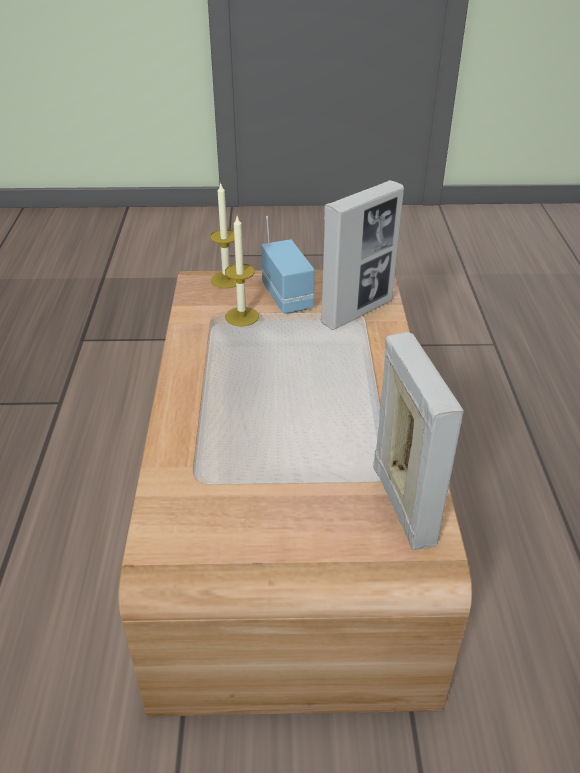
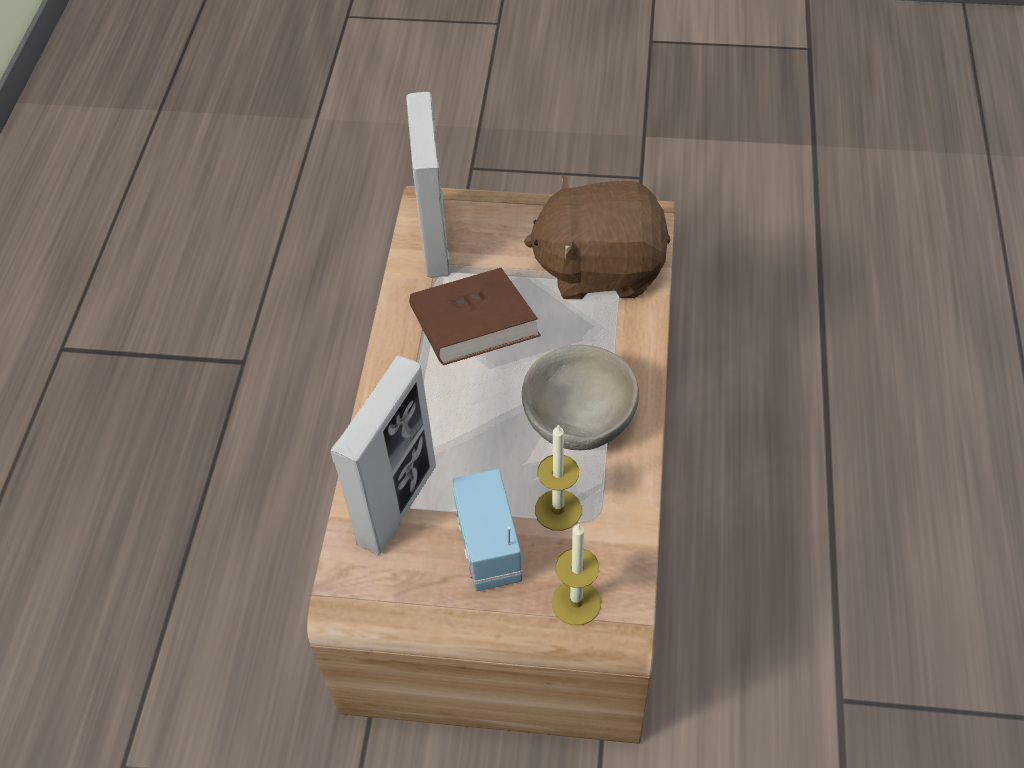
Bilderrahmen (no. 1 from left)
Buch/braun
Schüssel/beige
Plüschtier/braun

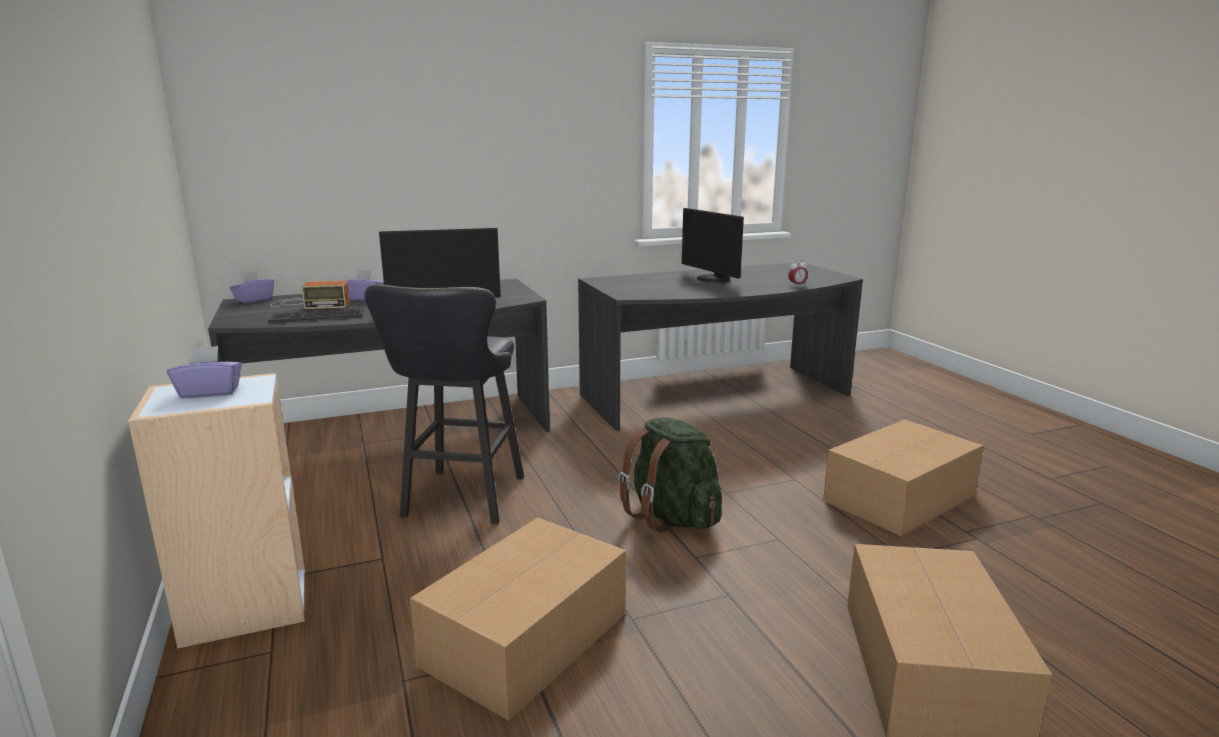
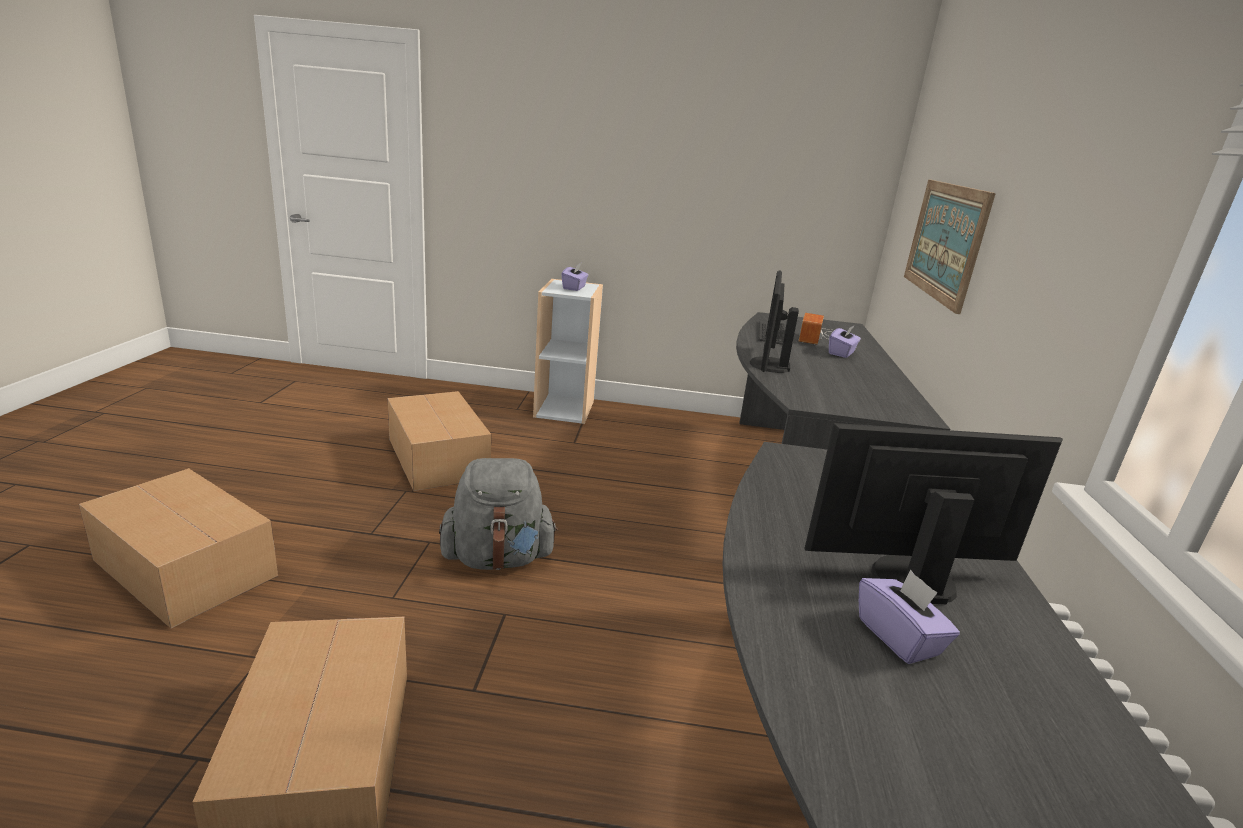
Rucksack/grau
Taschentuchbox/lila (no. 3 from left)
Bild
Hocker/schwarz
Wecker

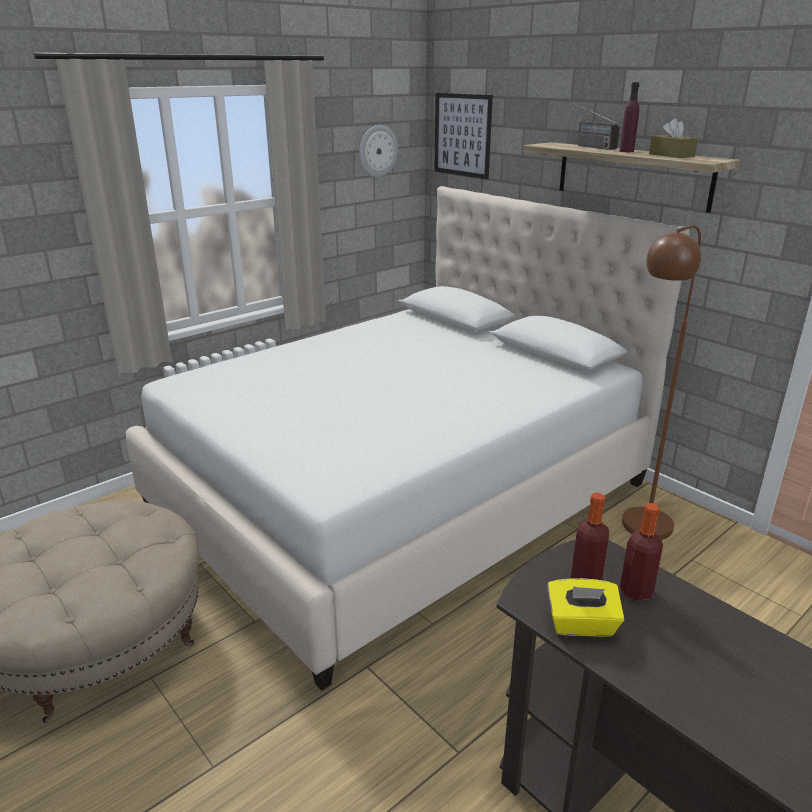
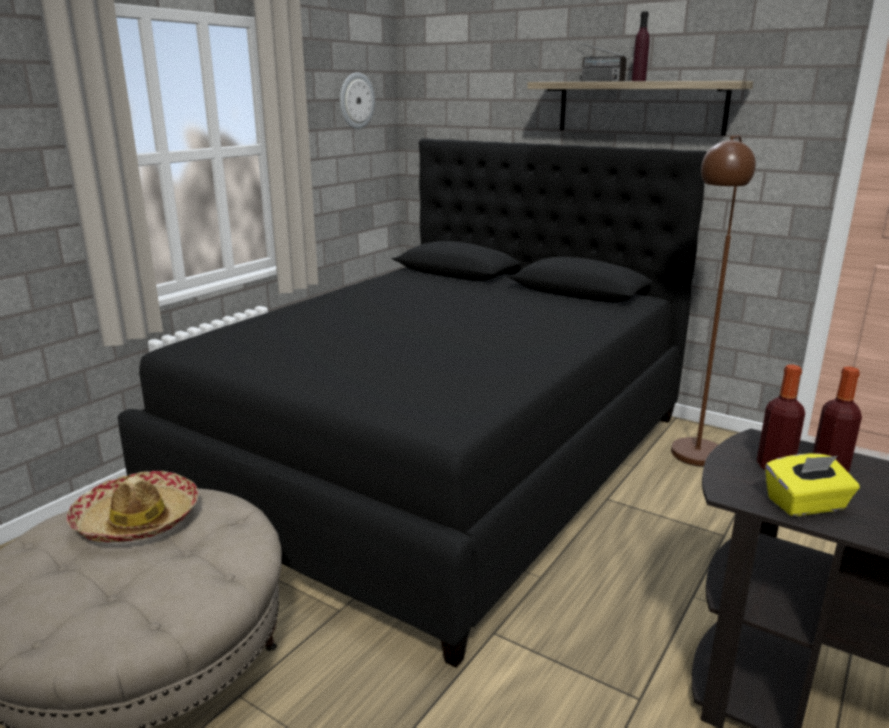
Hut
Bett/schwarz
Bild
Taschentuchbox/braun

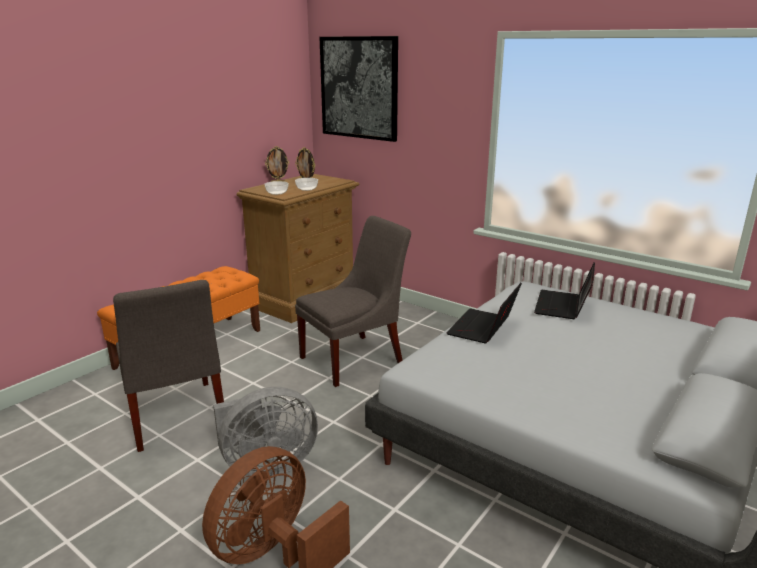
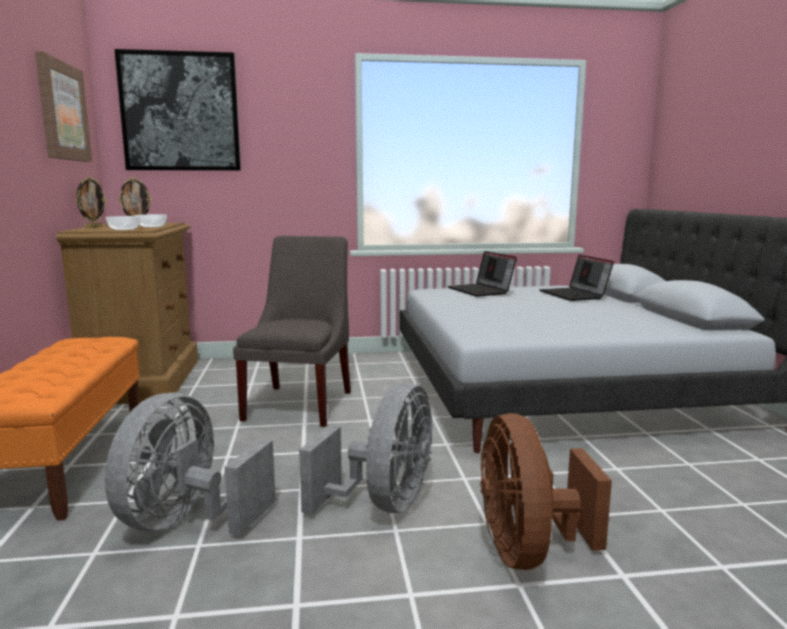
Bild (no. 1 from left)
Ventilator/grau (no. 1 from left)
Laptop (no. 2 from left)

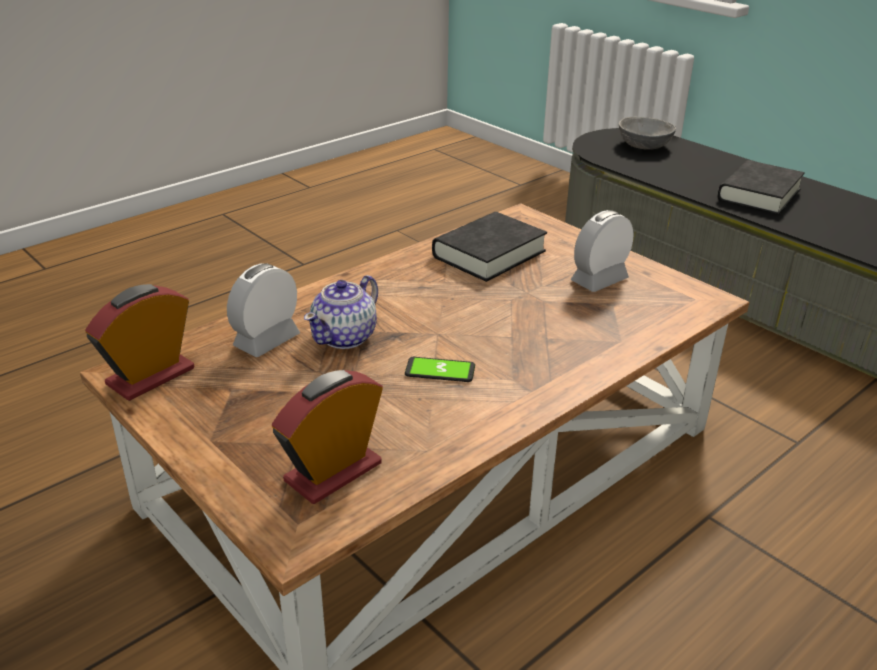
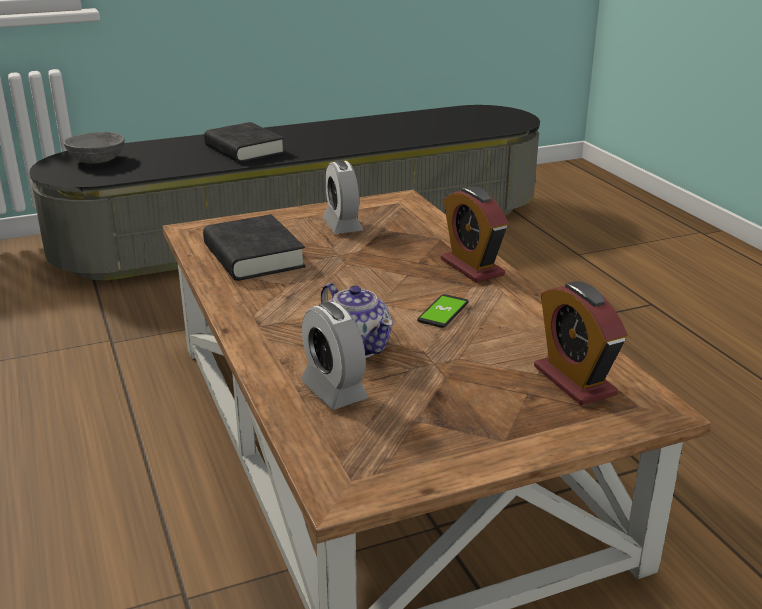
Wecker (no. 3 from left)

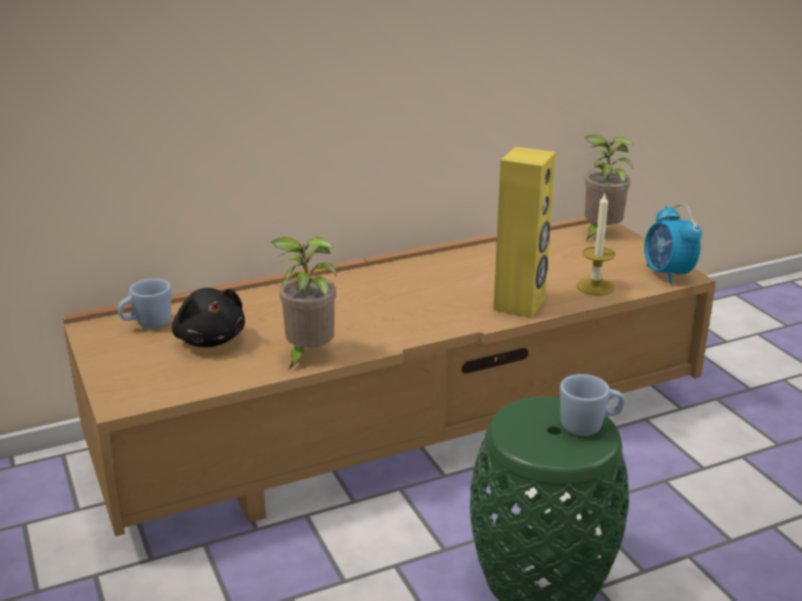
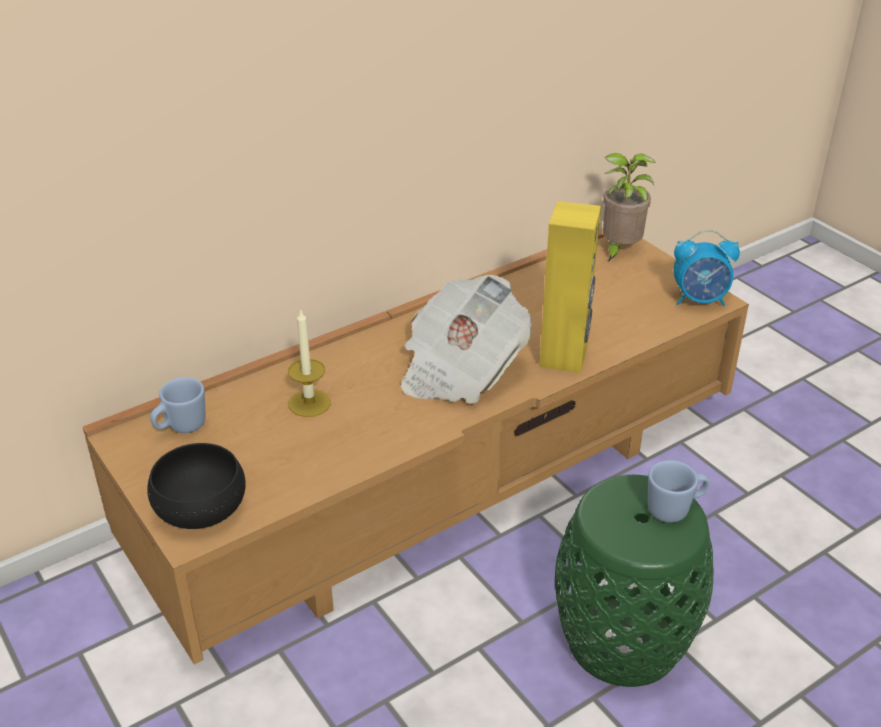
Schüssel/schwarz
Kerze
Zeitung
Wecker
Plüschtier/schwarz
Topfpflanze (no. 1 from left in the first image)

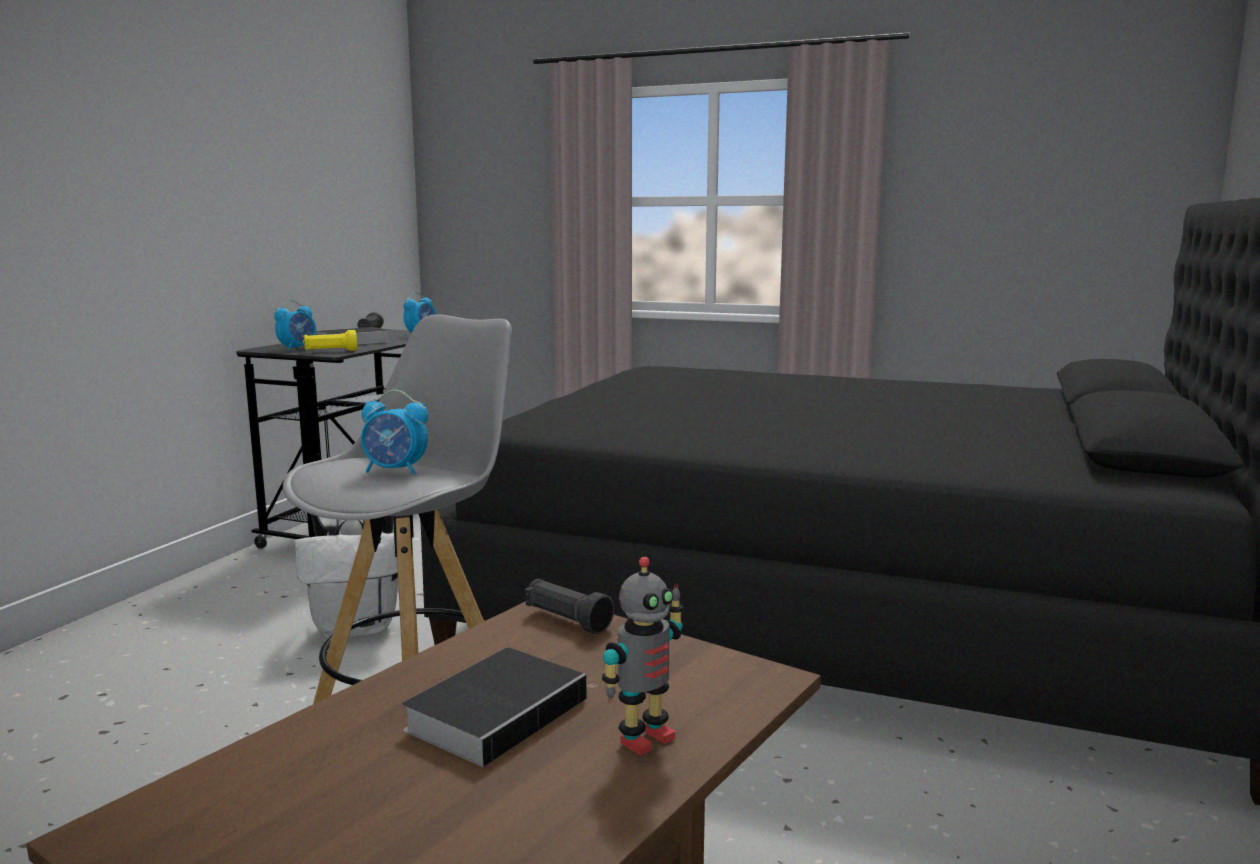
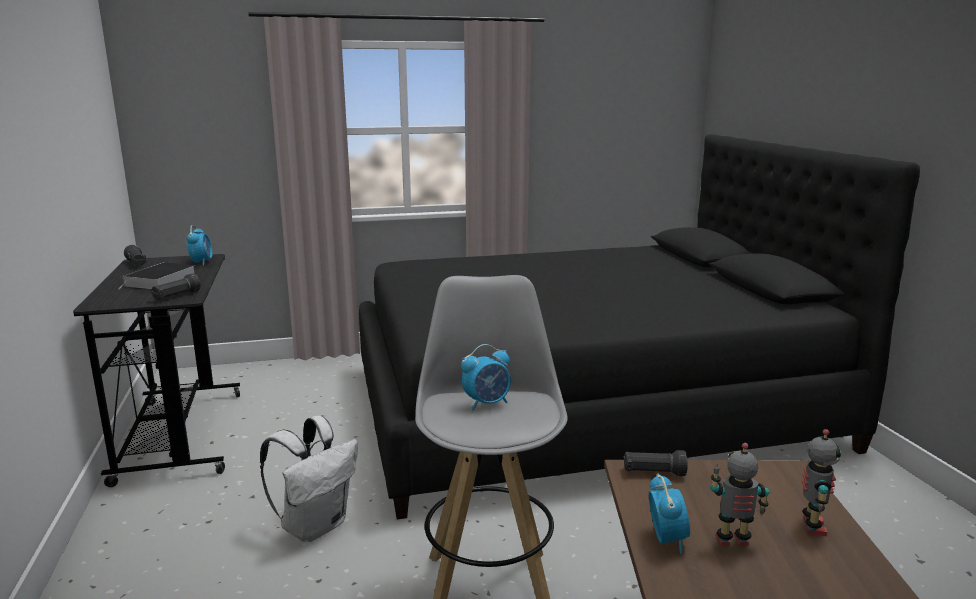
Taschenlampe/schwarz (no. 2 from left)
Wecker (no. 3 from left)
Spielzeugroboter (no. 1 from left)

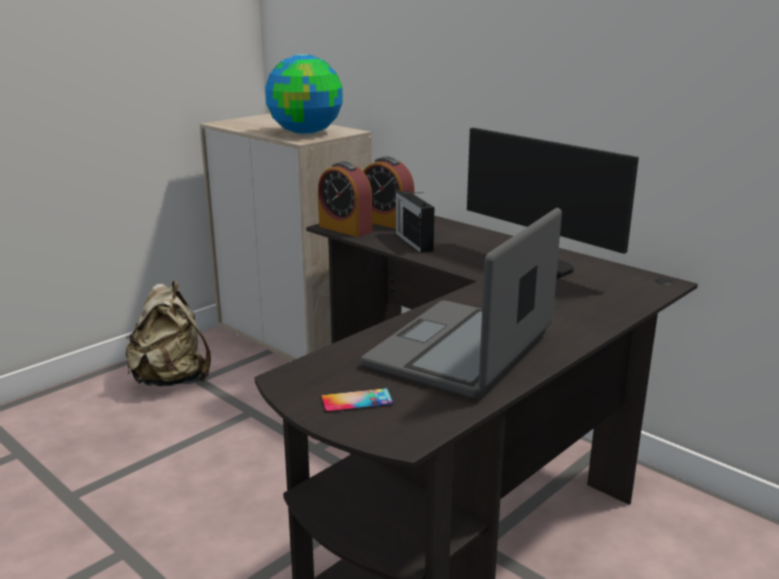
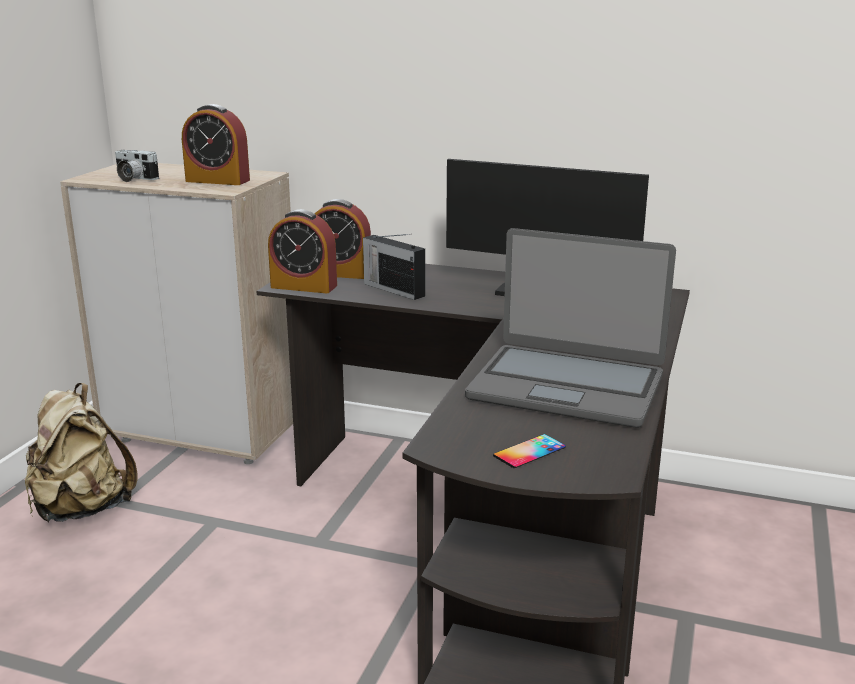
Kamera
Wecker (no. 1 from left)
Laptop

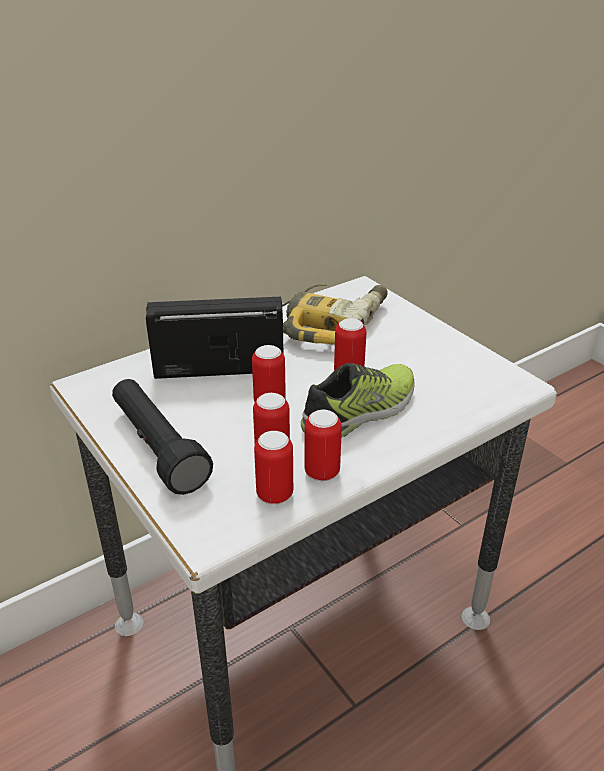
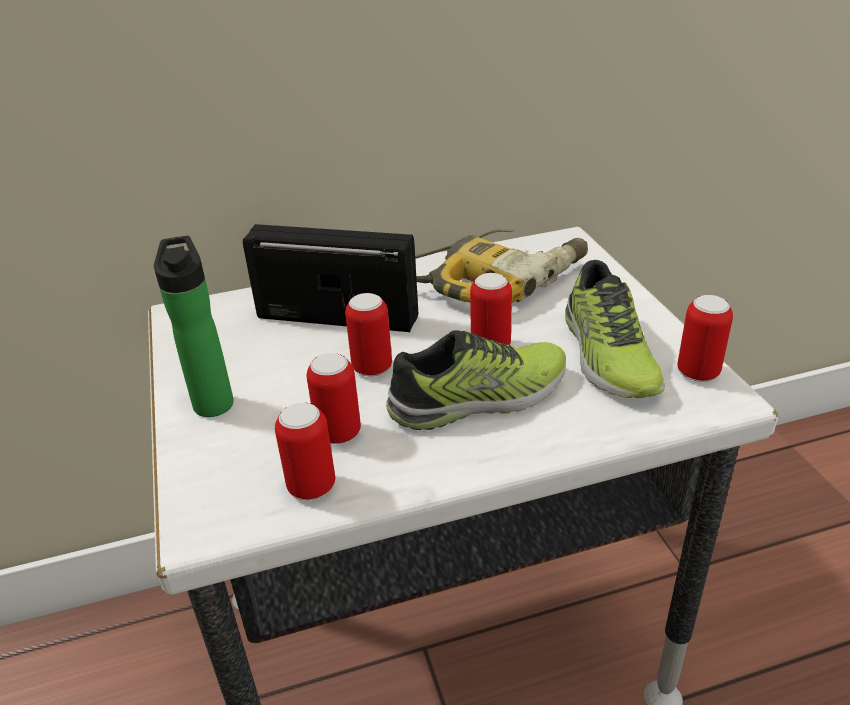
Flasche
Schuh (no. 2 from left)
Dose (no. 5 from left)

